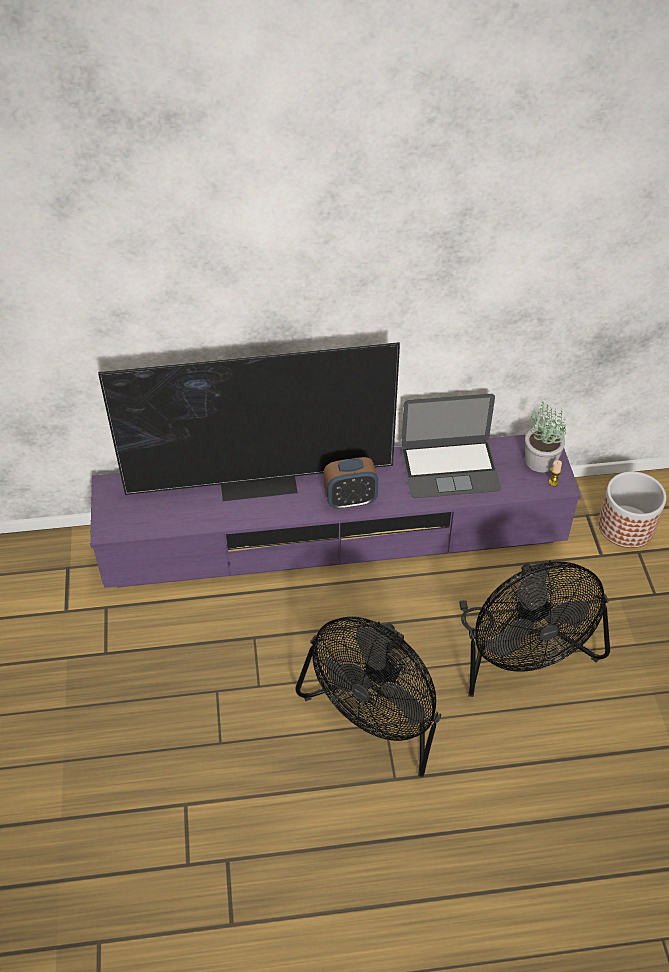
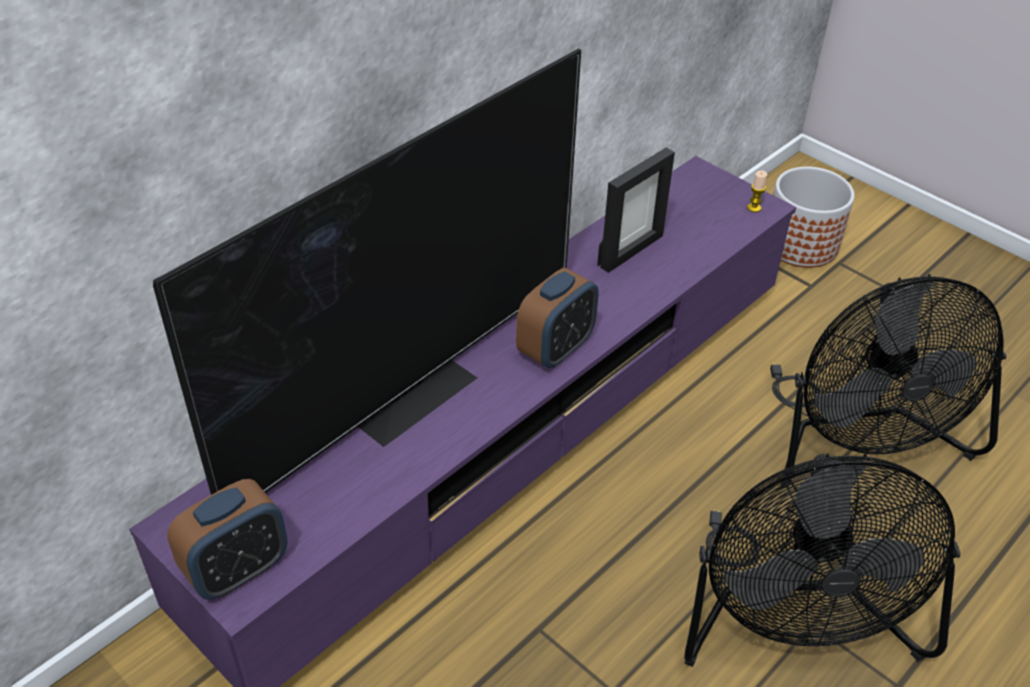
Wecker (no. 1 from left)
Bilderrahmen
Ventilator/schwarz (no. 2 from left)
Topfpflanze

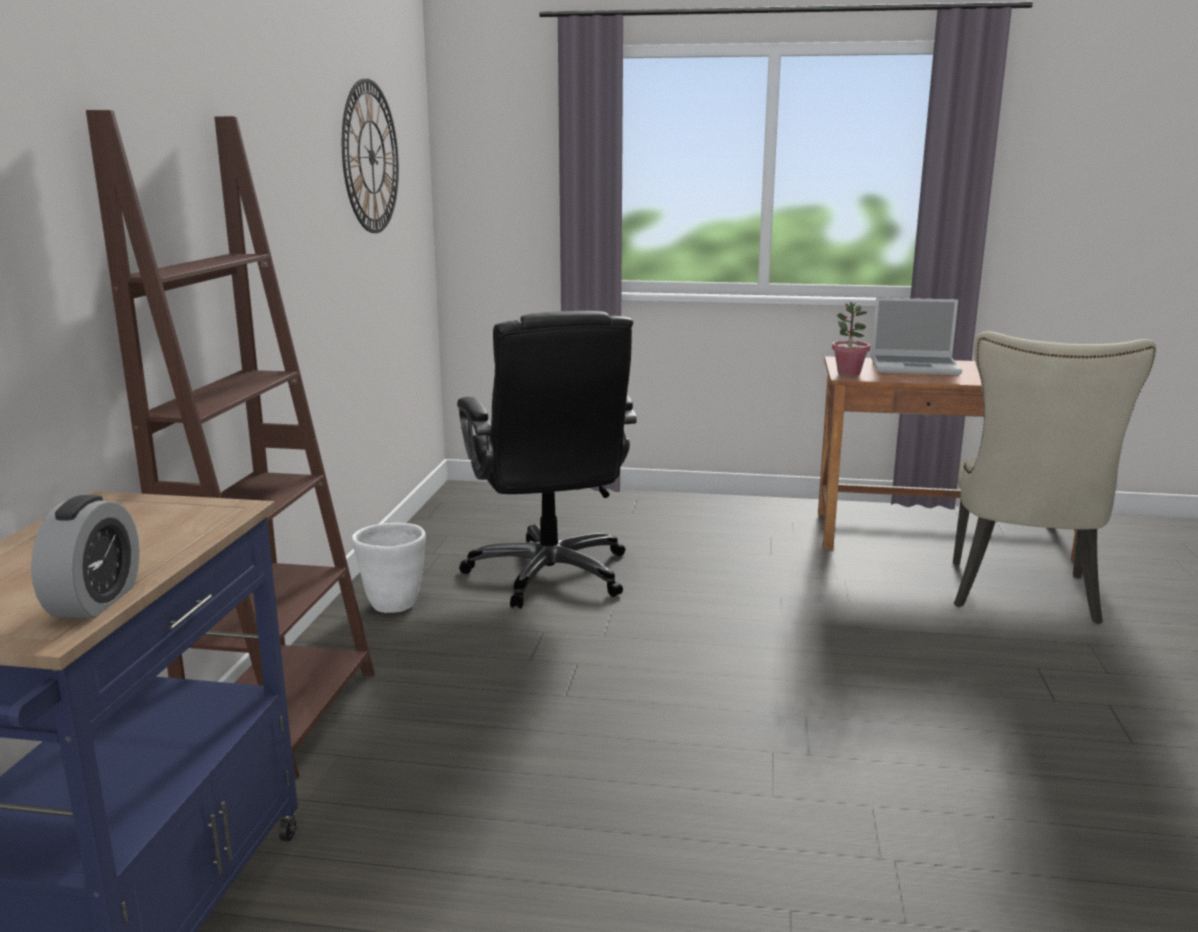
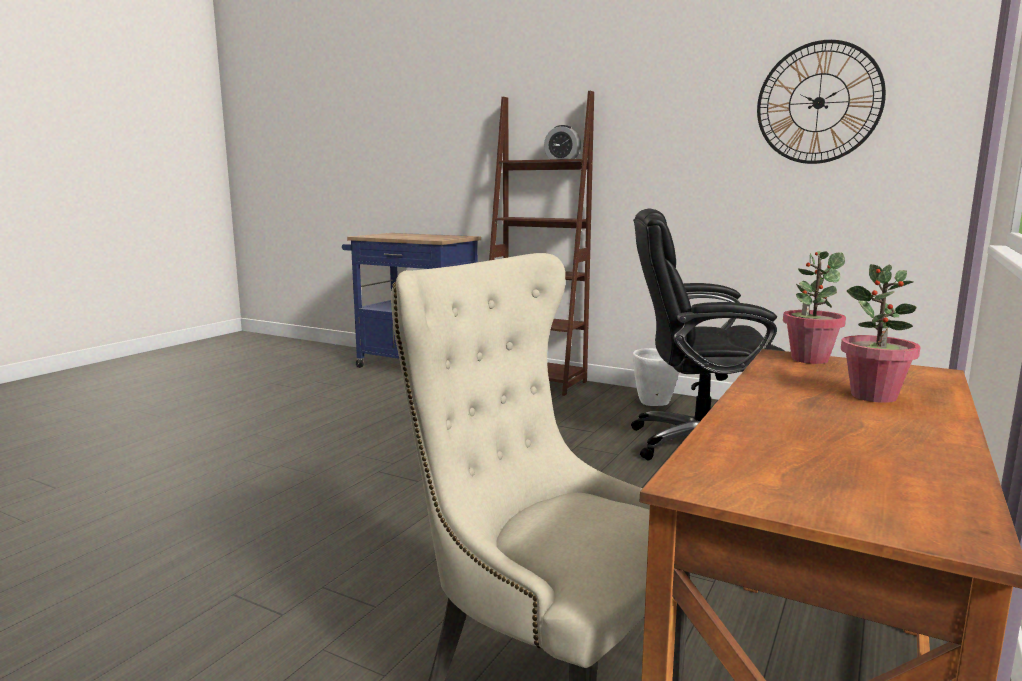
Wecker
Topfpflanze (no. 2 from left)

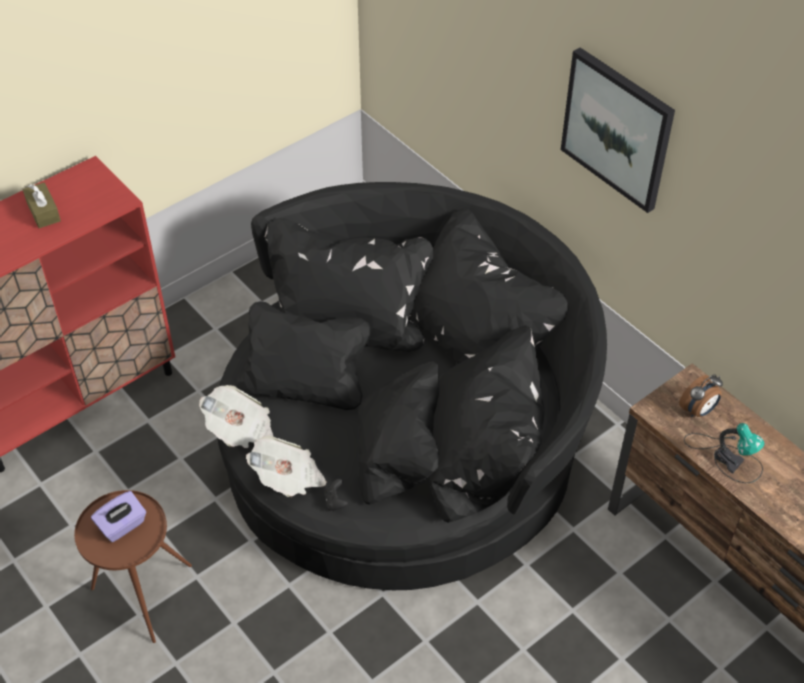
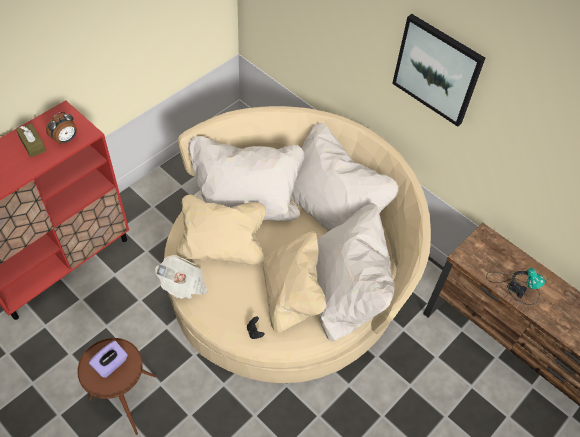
Wecker
Sofa/beige
Zeitung (no. 2 from left in the first image)

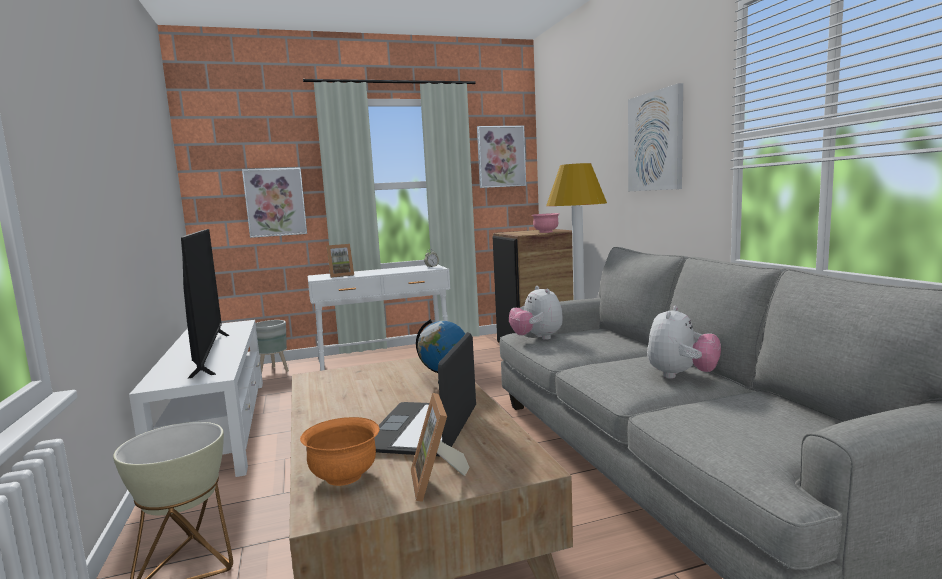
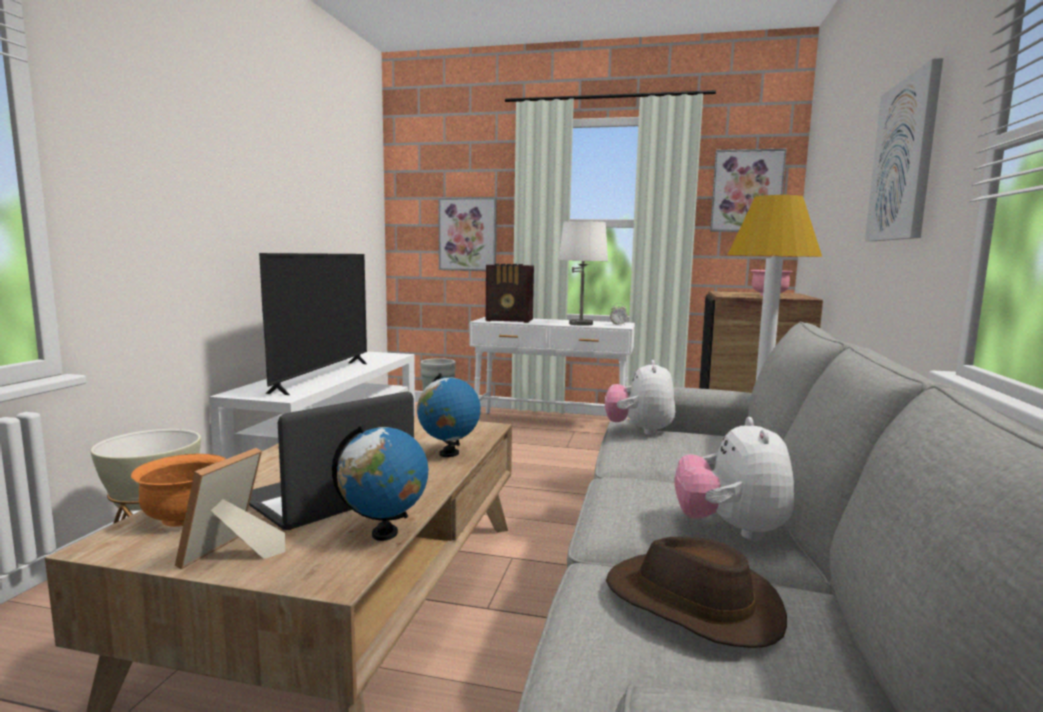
Globus (no. 1 from left)
Radio
Tischlampe/weiß
Hut/braun
Plüschtier (no. 2 from left)

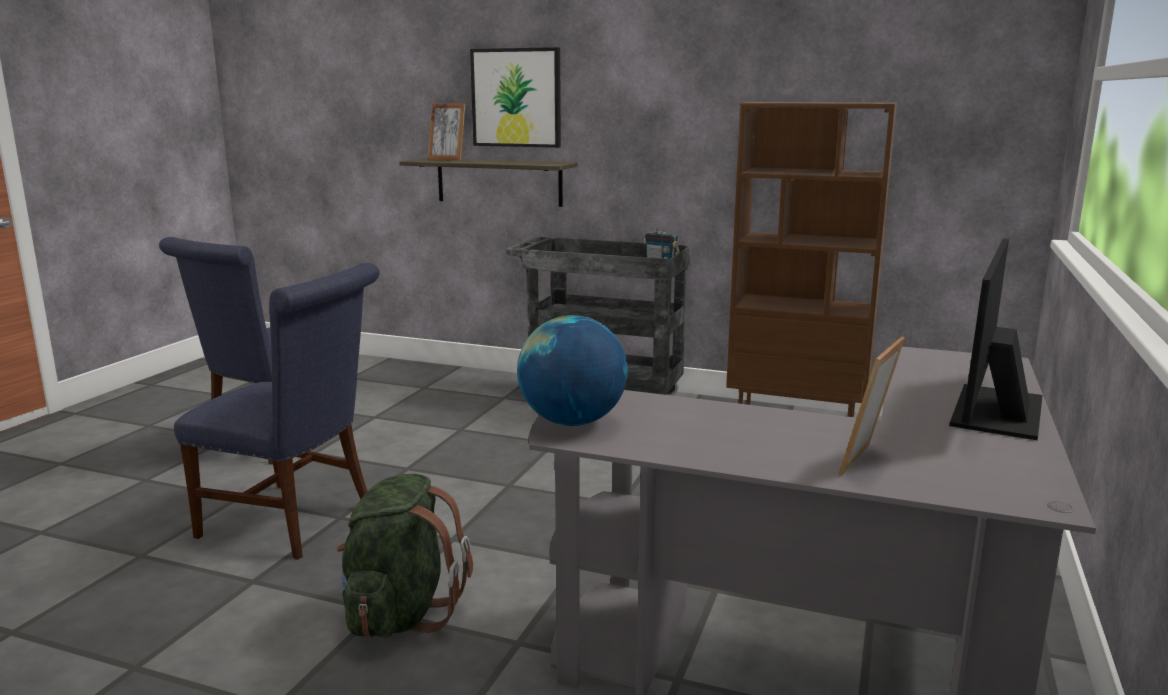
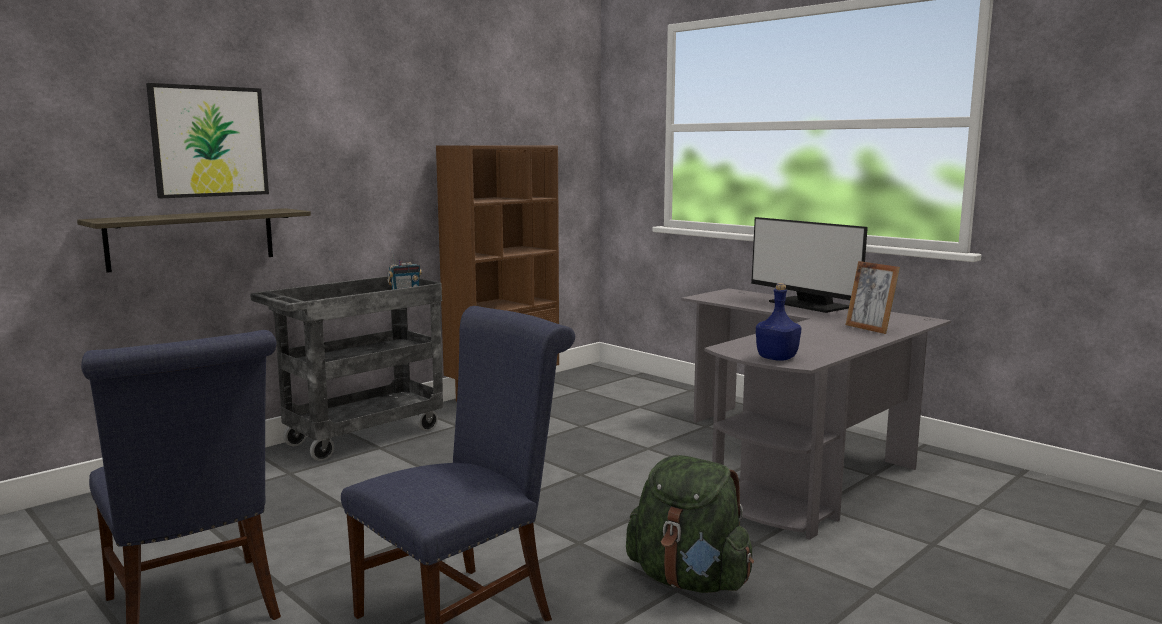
Flasche/blau
Bilderrahmen (no. 1 from left in the first image)

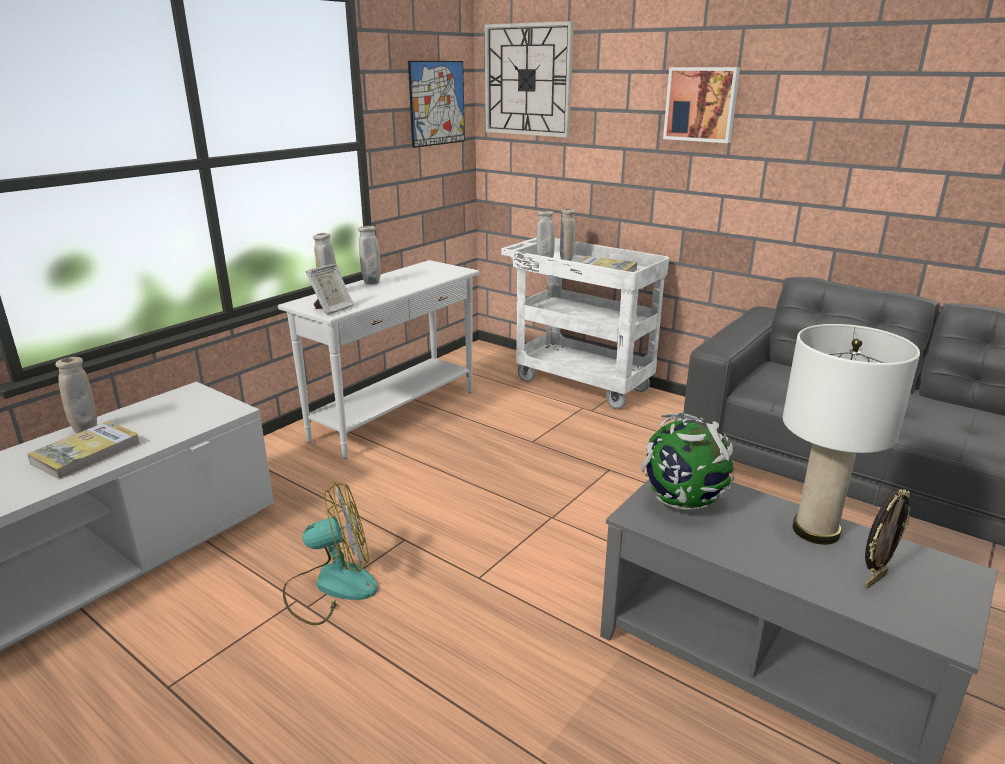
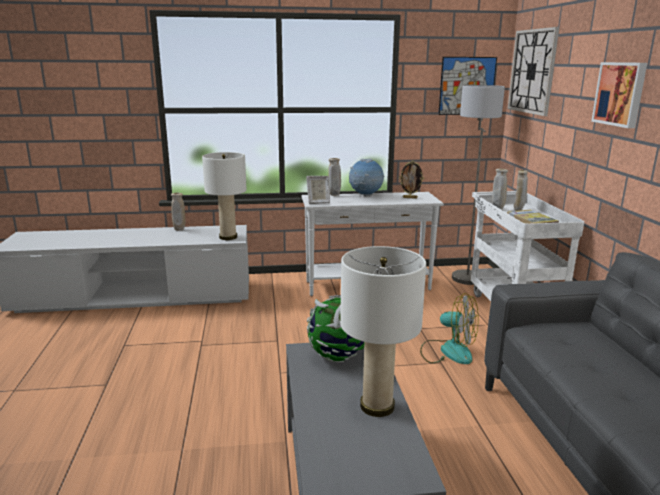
Tischlampe/weiß (no. 1 from left)
Globus (no. 2 from left)
Bilderrahmen (no. 2 from left)
Ventilator
Stehlampe/grau
Buch (no. 1 from left in the first image)

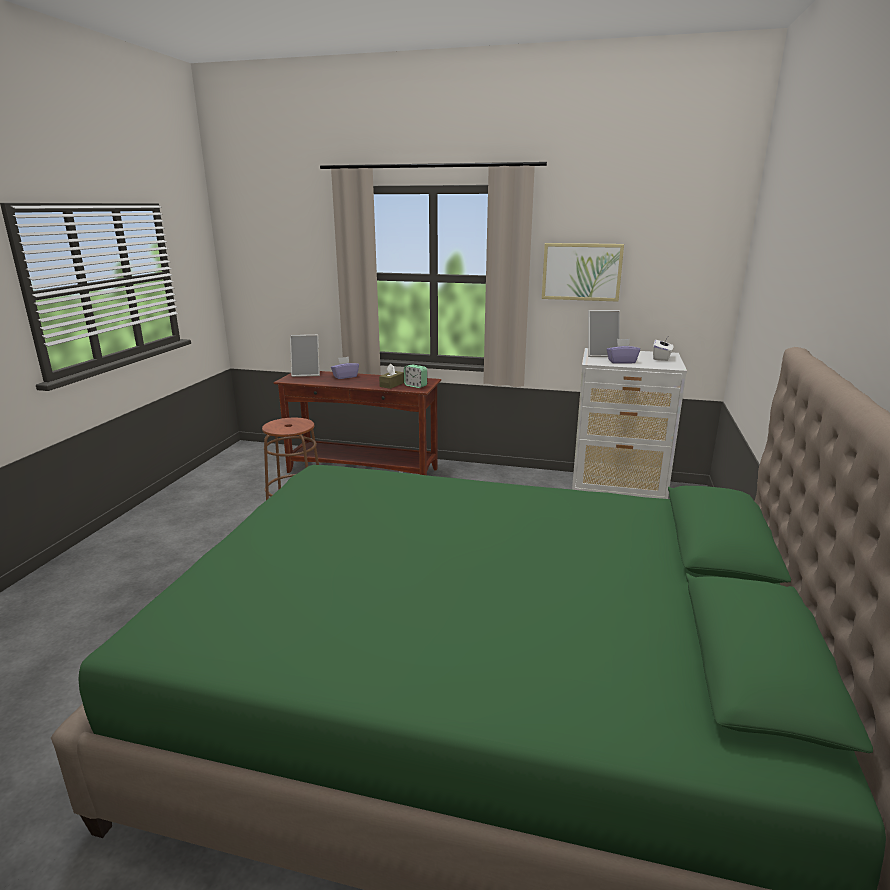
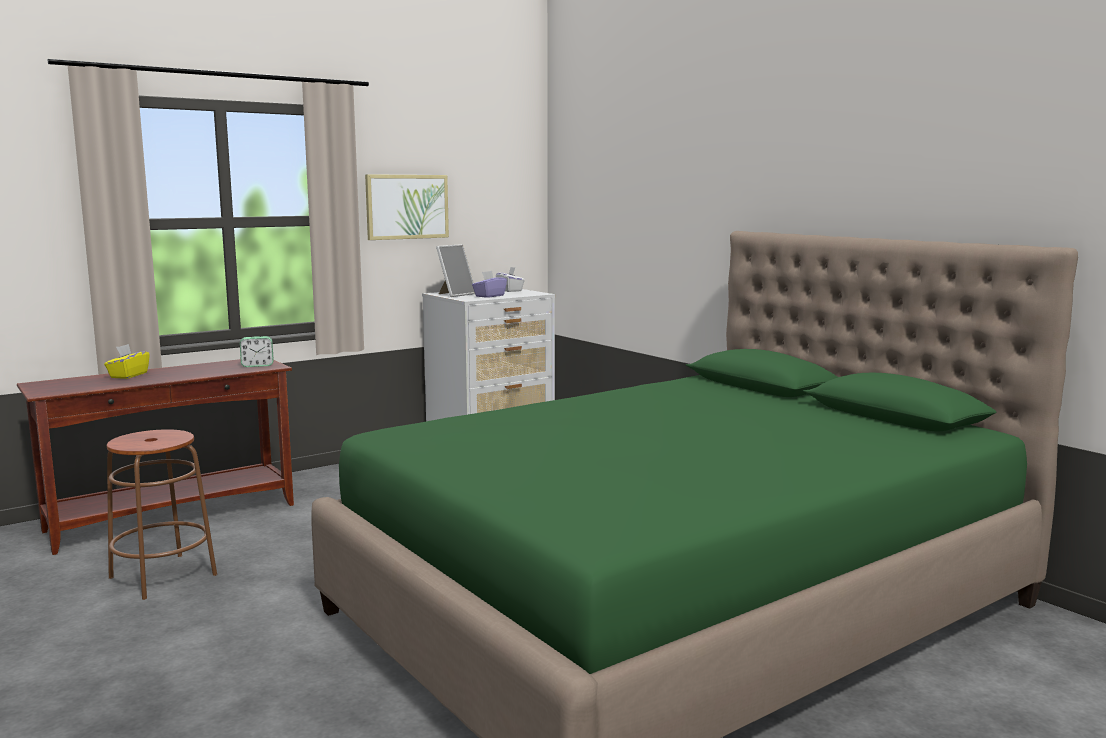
Taschentuchbox/gelb
Bilderrahmen (no. 1 from left in the first image)
Taschentuchbox/braun

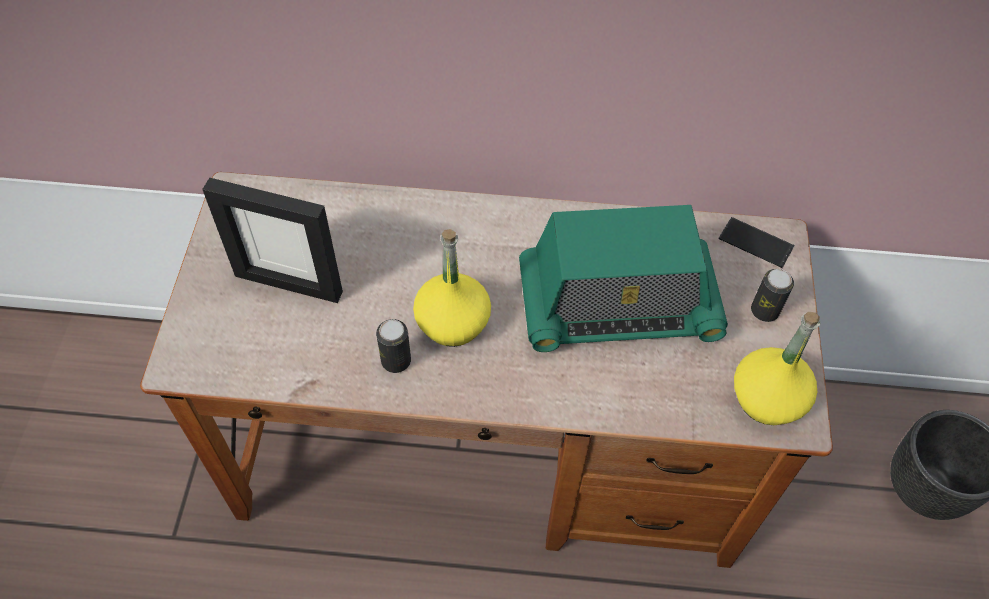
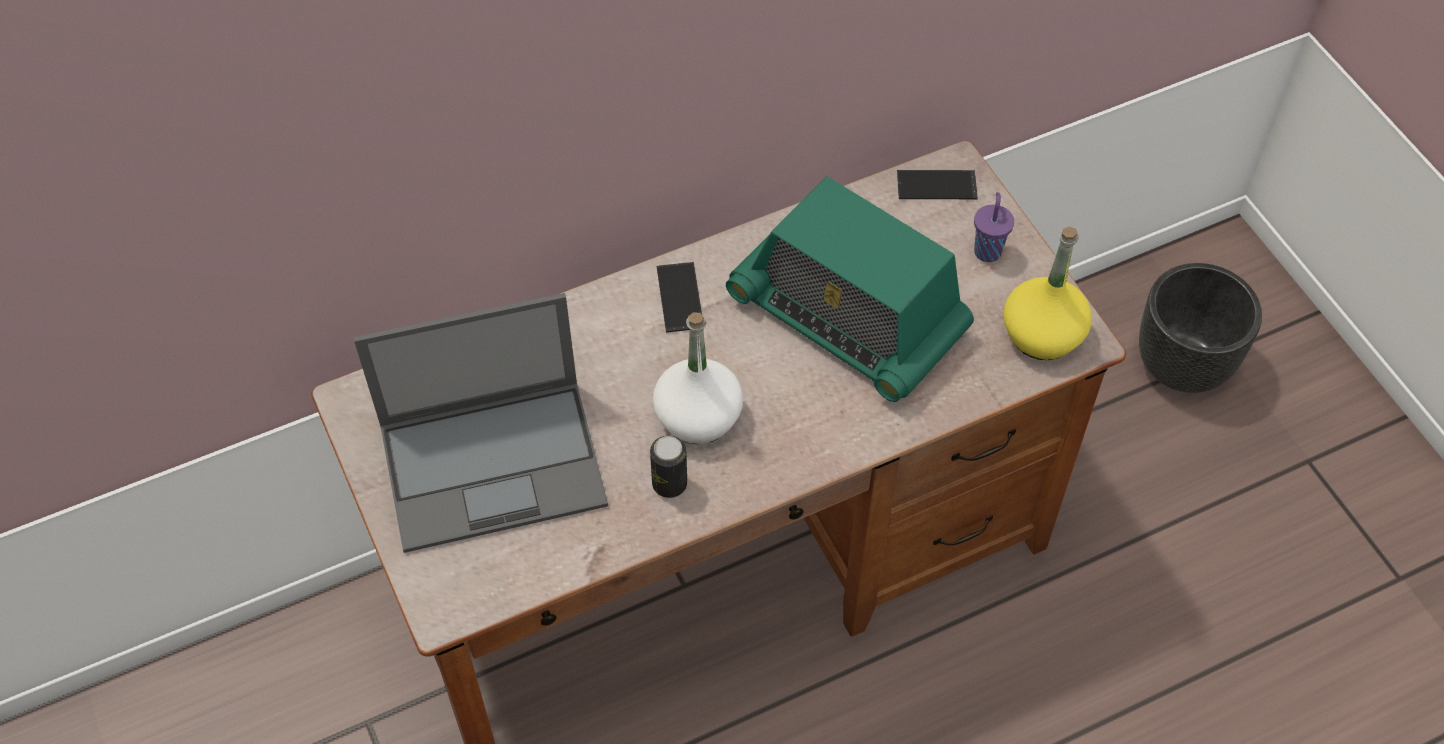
Laptop
Flasche/weiß
Handy (no. 1 from left)
Radio
Tasse/lila

